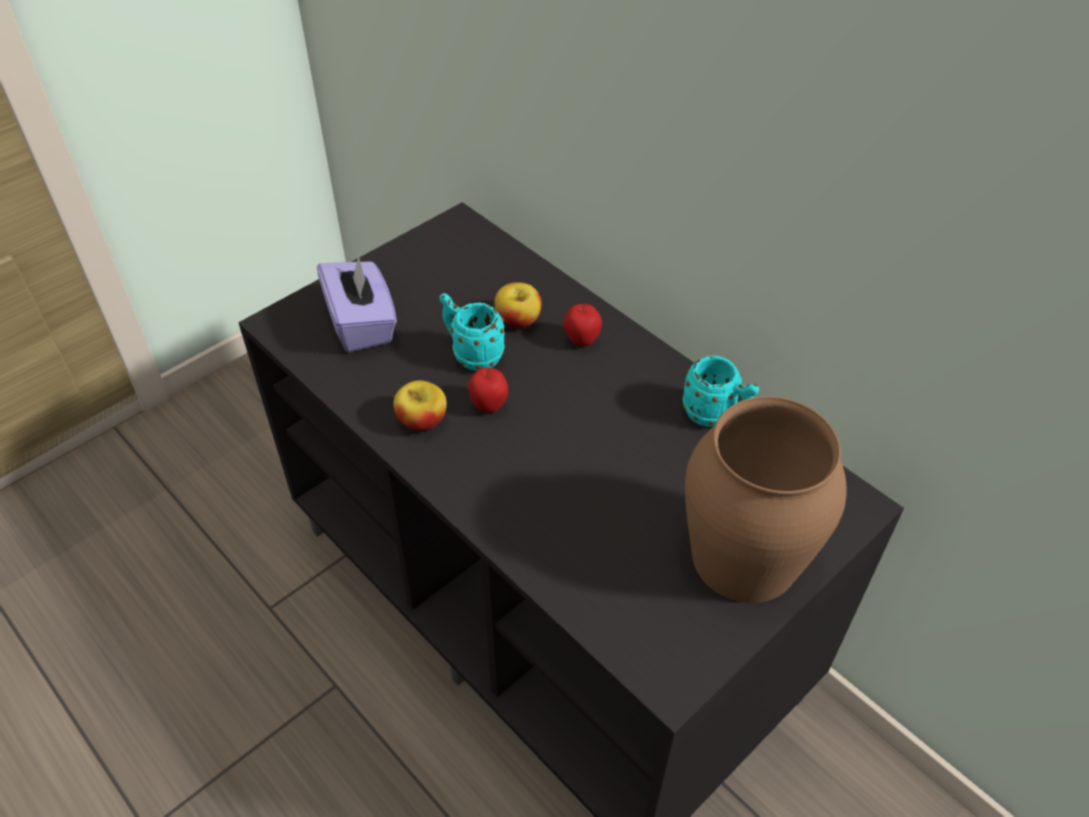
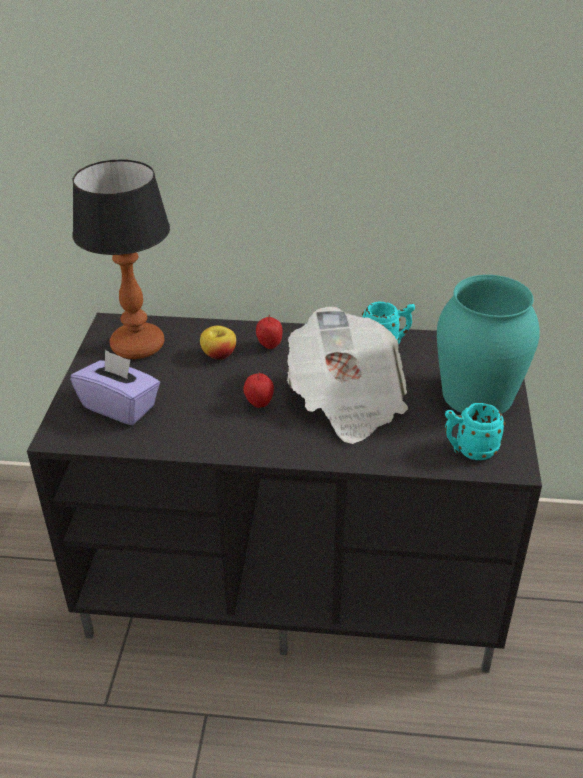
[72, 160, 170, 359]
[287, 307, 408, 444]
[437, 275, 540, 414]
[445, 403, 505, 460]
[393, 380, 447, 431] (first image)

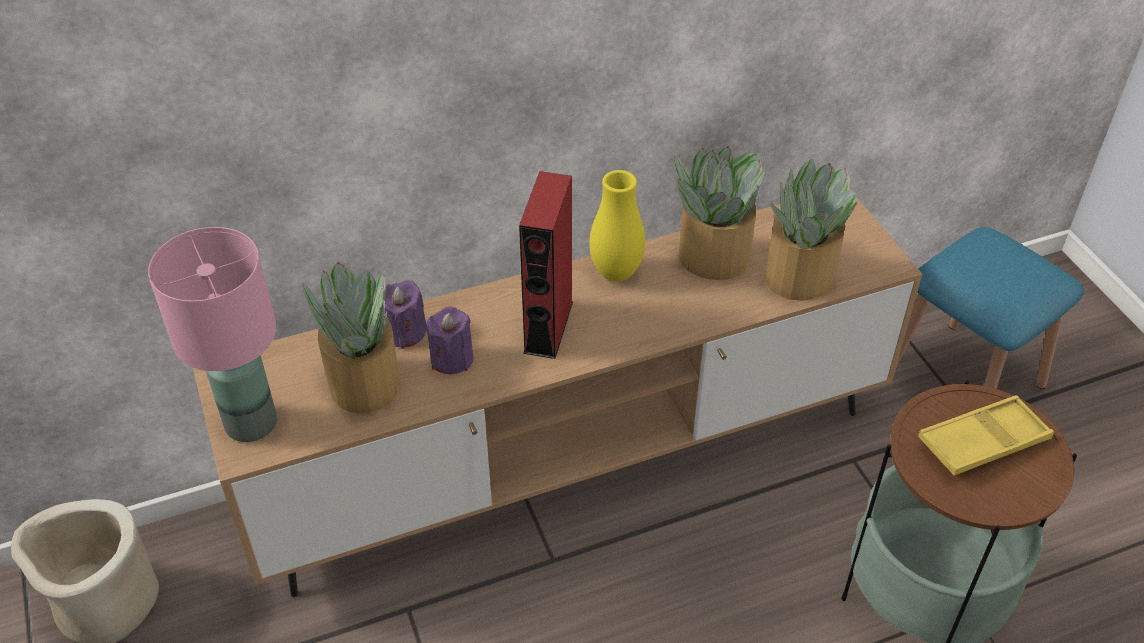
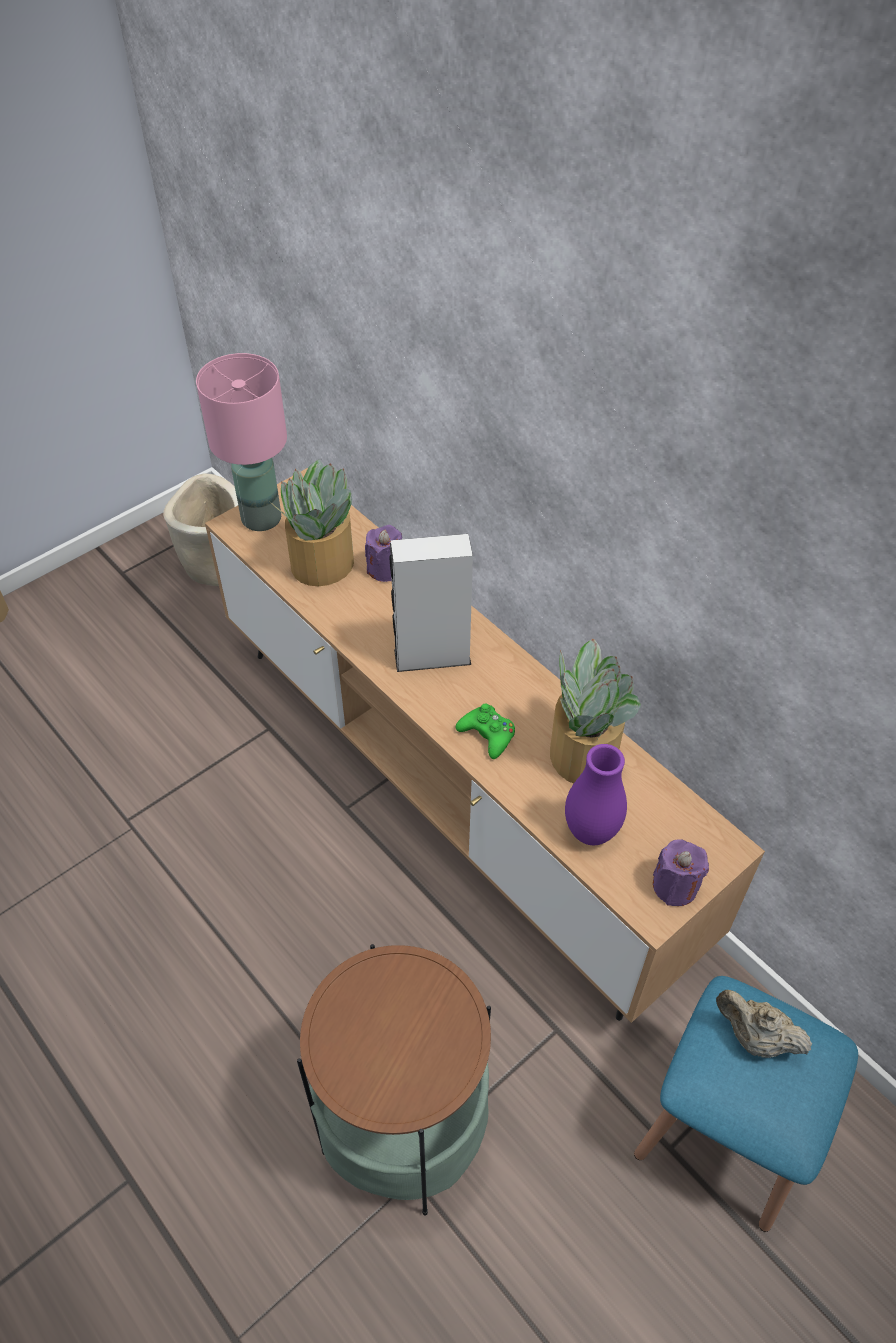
[389, 534, 473, 672]
[456, 704, 515, 759]
[565, 744, 627, 845]
[653, 839, 709, 906]
[716, 990, 812, 1058]
[589, 170, 646, 281] (first image)
[918, 395, 1054, 476] (first image)

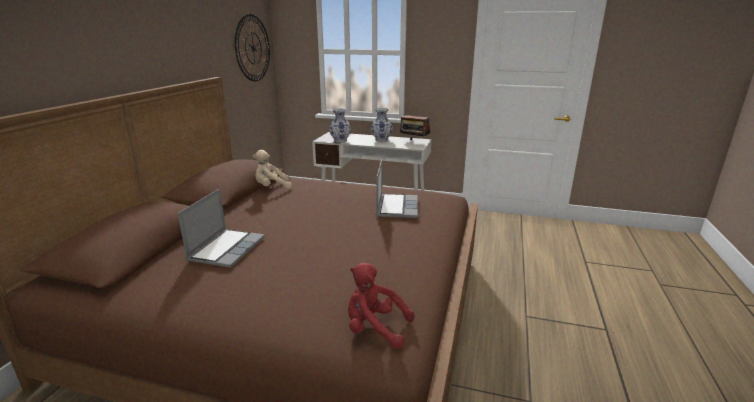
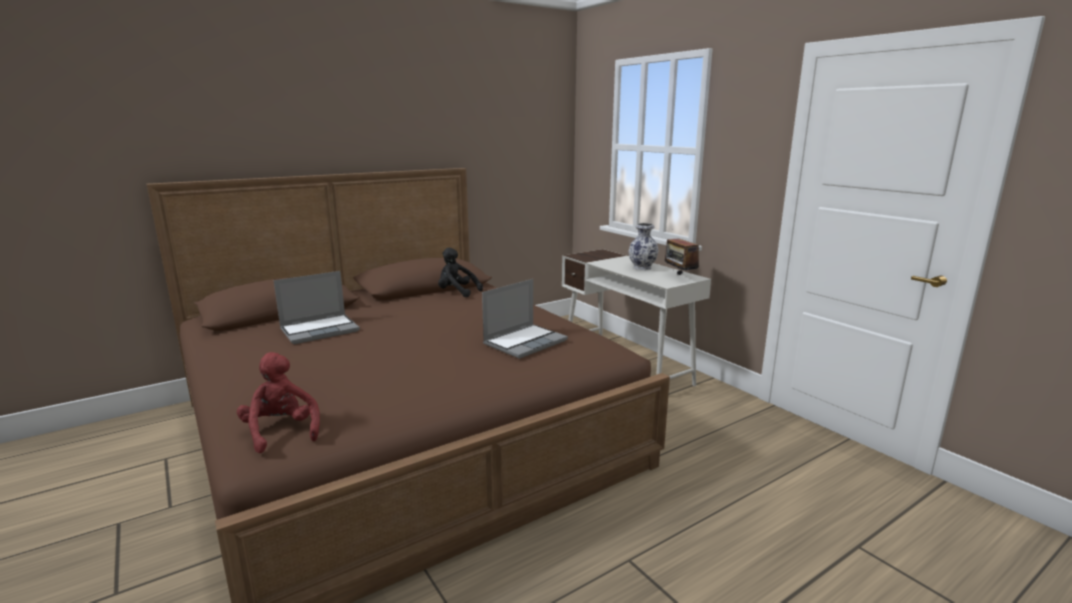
[438, 248, 483, 297]
[235, 14, 270, 81] (first image)
[329, 108, 351, 143] (first image)

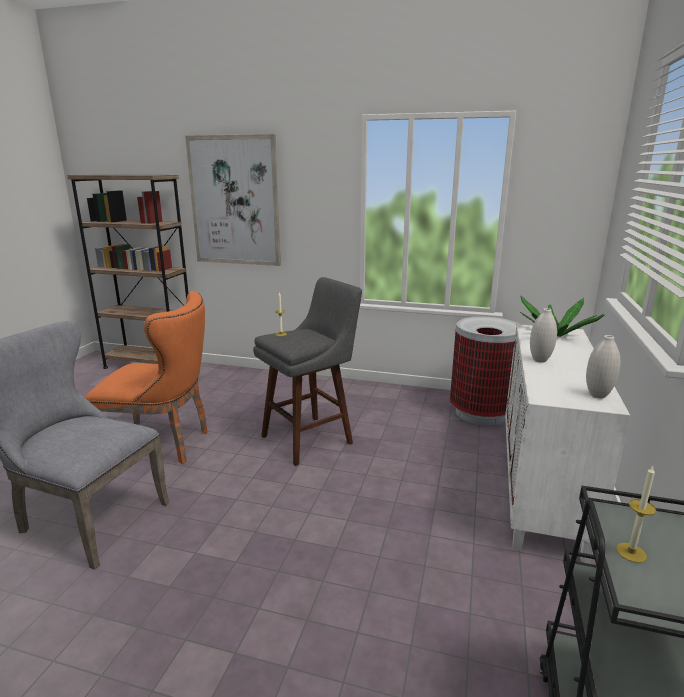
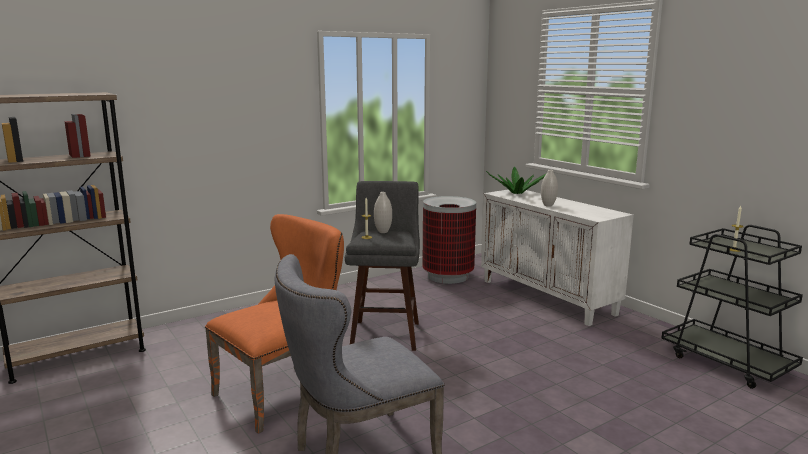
[374, 192, 392, 233]
[185, 134, 281, 266] (first image)

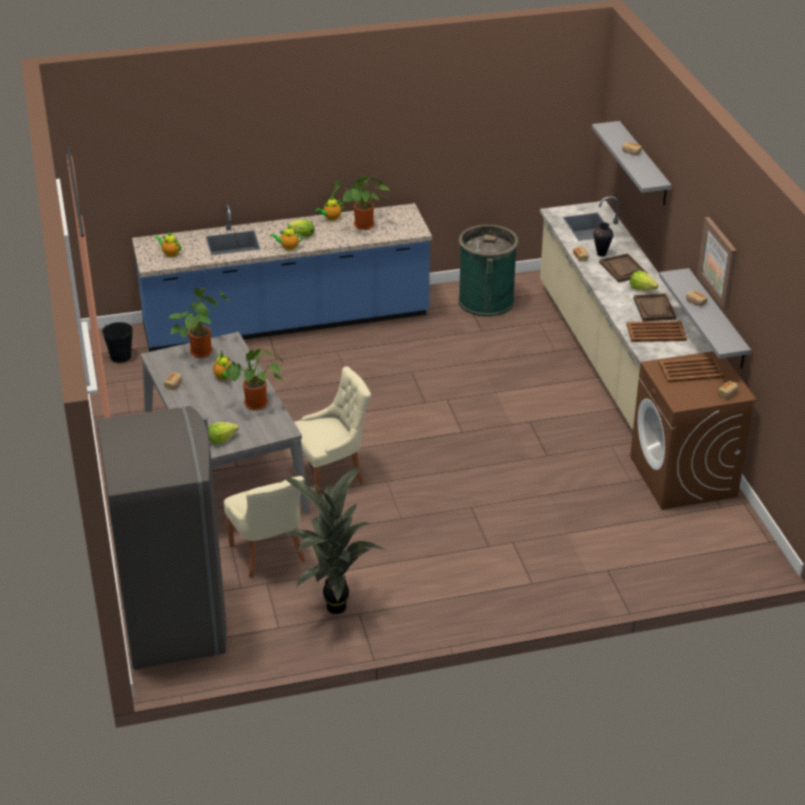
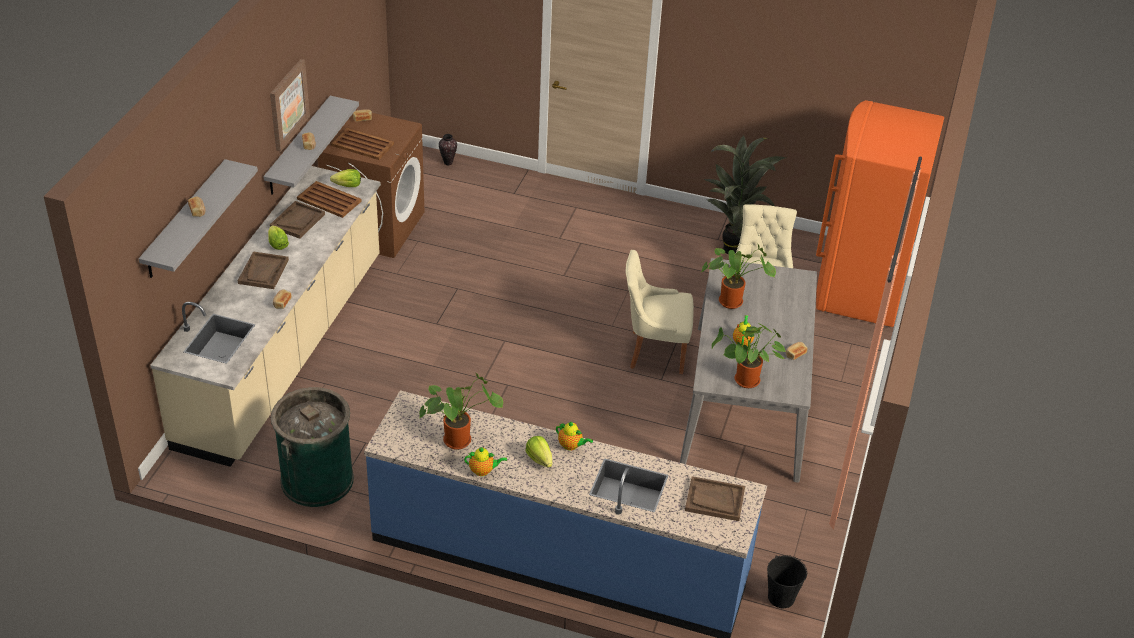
[330, 169, 361, 187]
[439, 134, 457, 165]
[685, 476, 745, 521]
[816, 100, 944, 327]

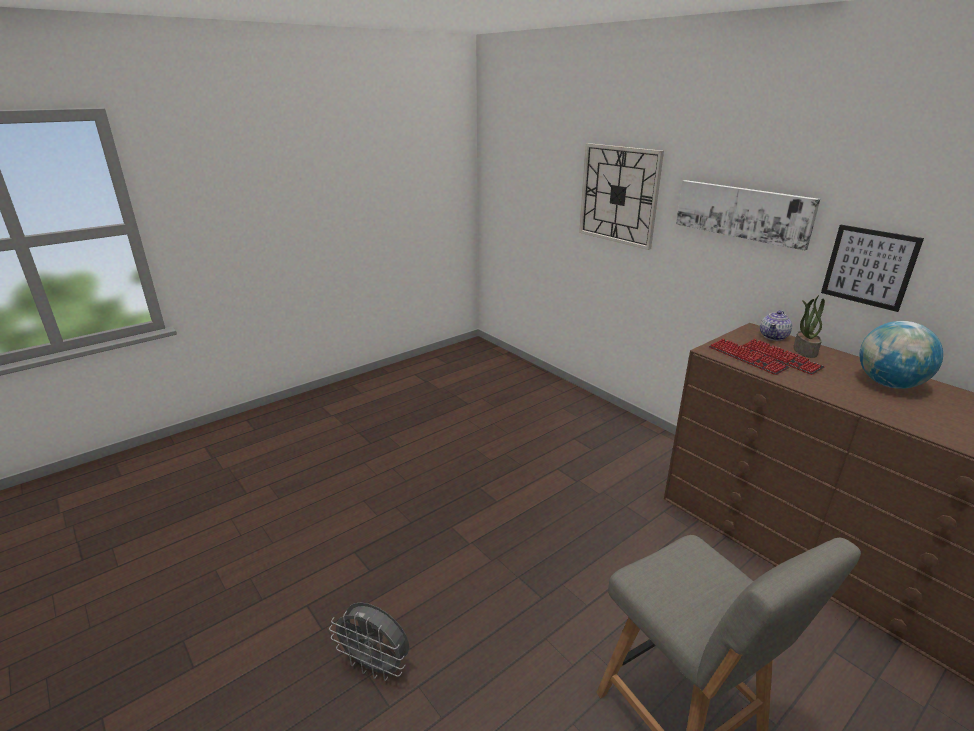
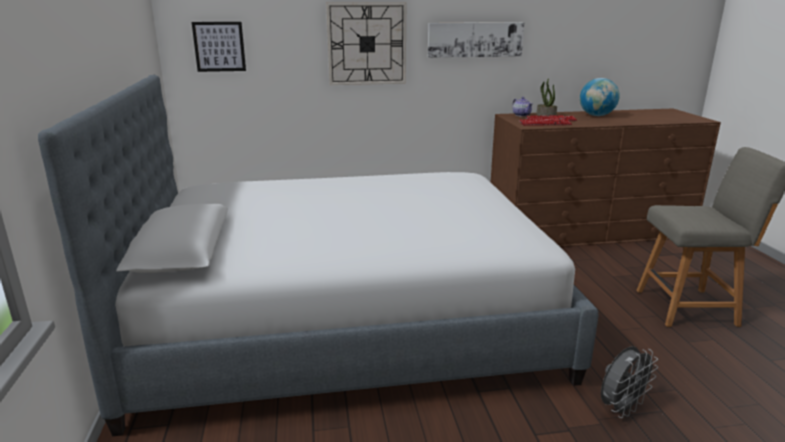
[38, 75, 599, 436]
[192, 22, 246, 72]

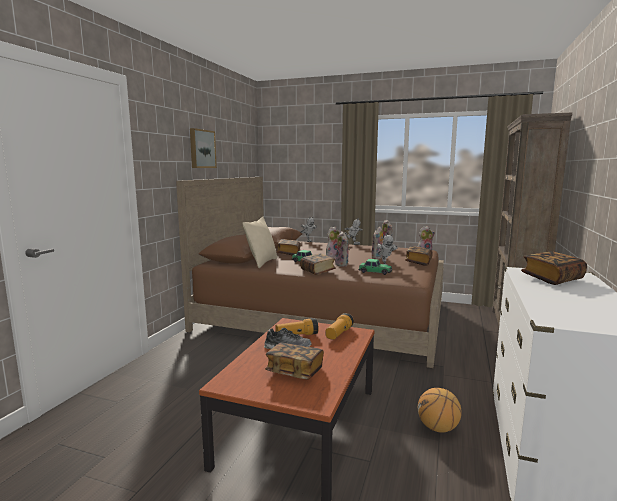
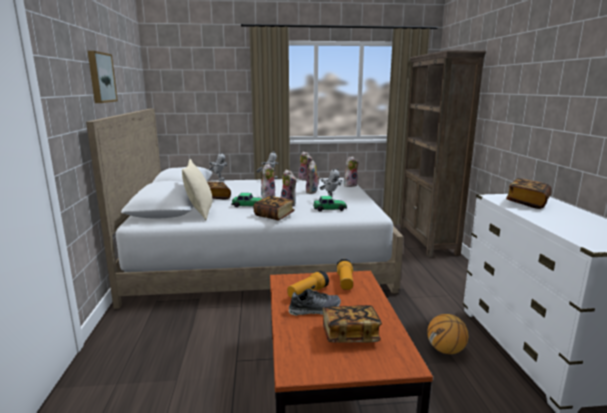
[86, 108, 404, 309]
[405, 246, 433, 266] (first image)

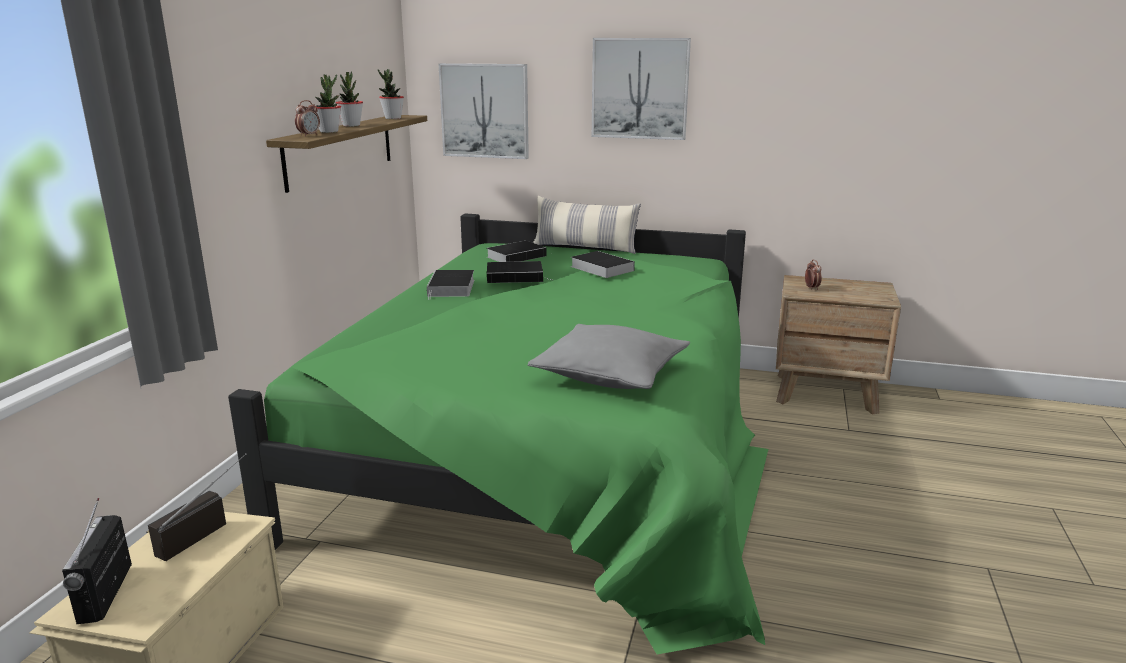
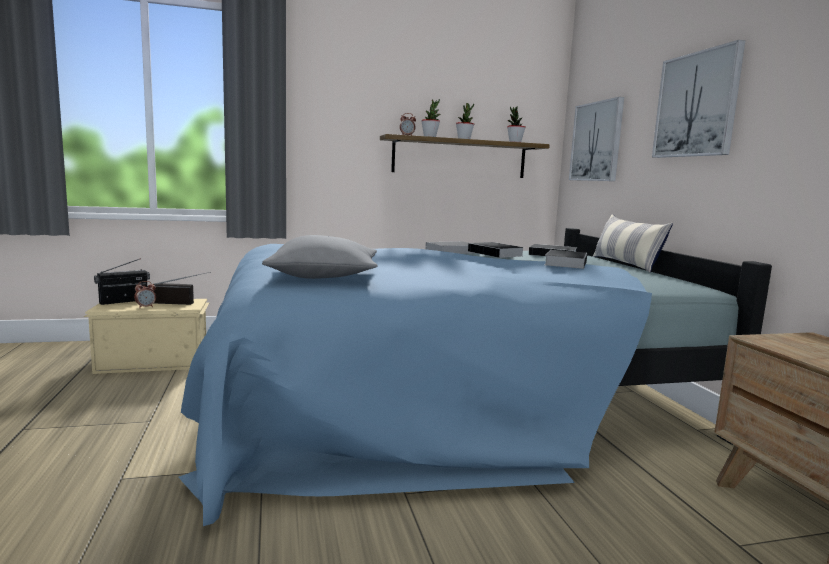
[134, 281, 156, 308]
[178, 228, 772, 526]

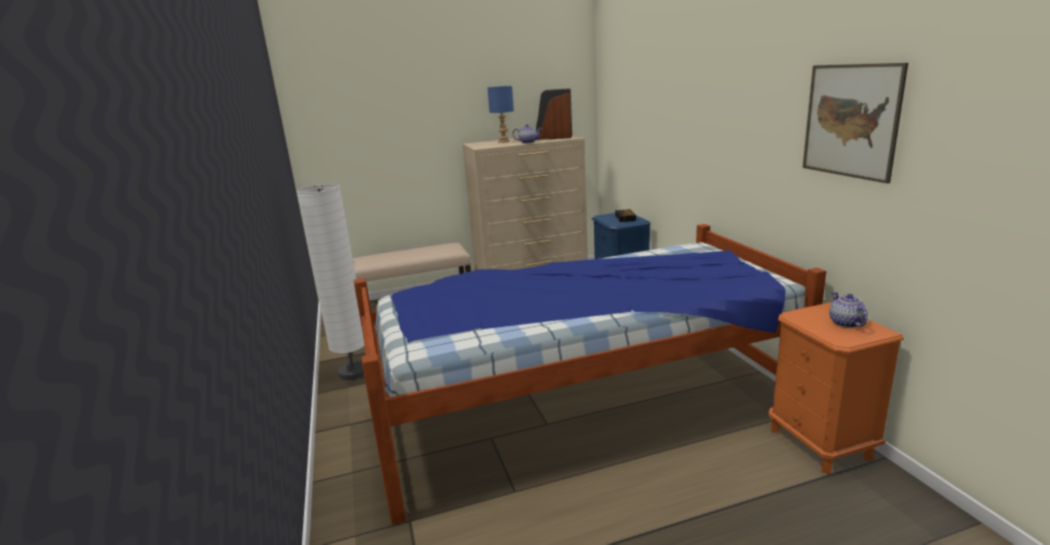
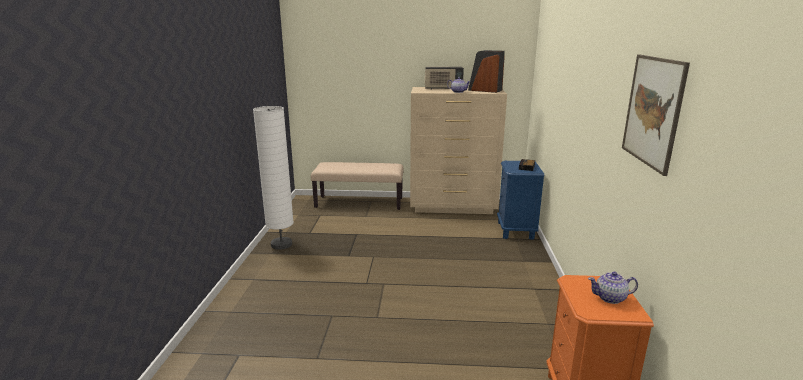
[425, 67, 464, 89]
[588, 272, 638, 304]
[354, 224, 826, 525] (first image)

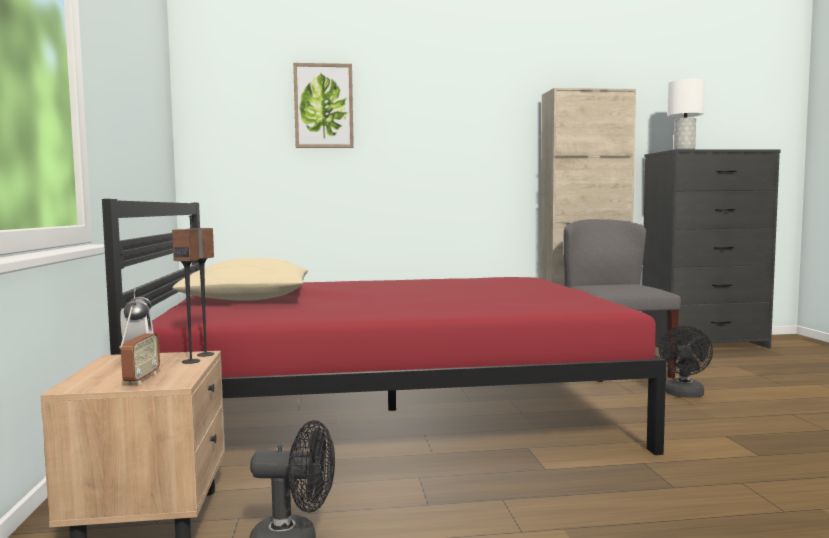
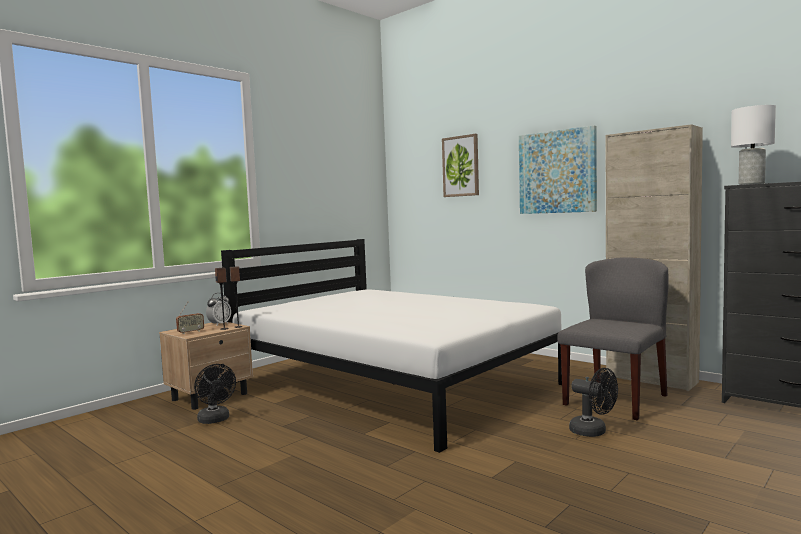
[221, 239, 562, 453]
[519, 126, 597, 214]
[569, 368, 618, 437]
[173, 258, 308, 301] (first image)

